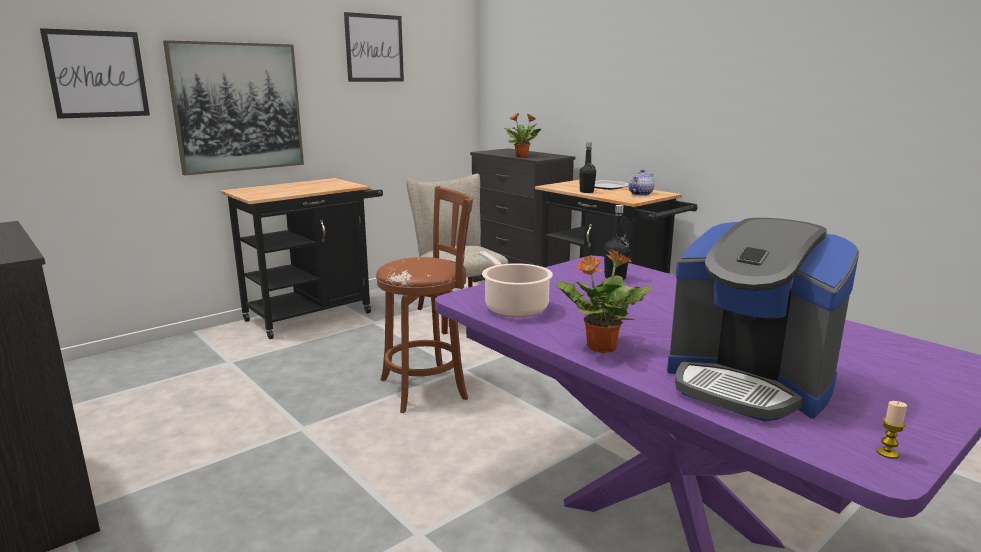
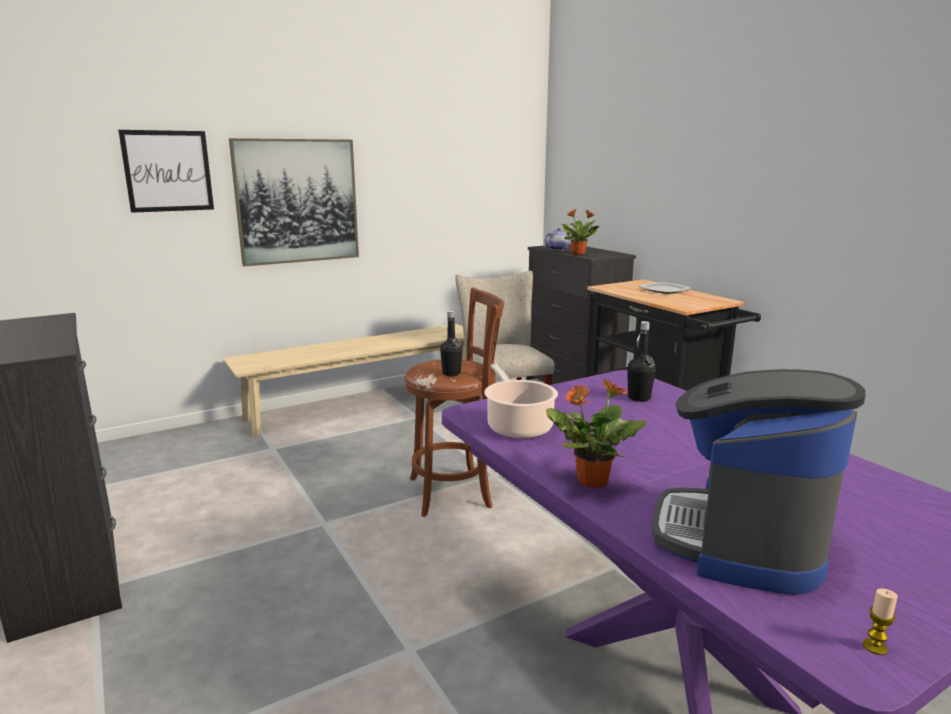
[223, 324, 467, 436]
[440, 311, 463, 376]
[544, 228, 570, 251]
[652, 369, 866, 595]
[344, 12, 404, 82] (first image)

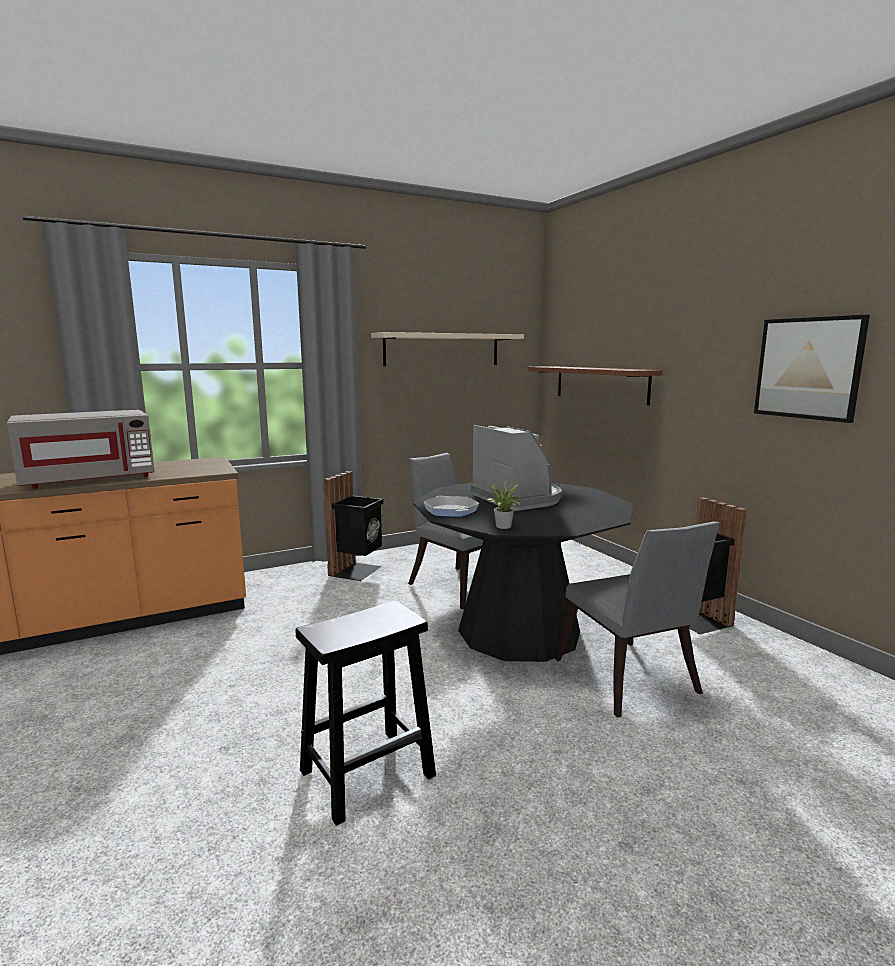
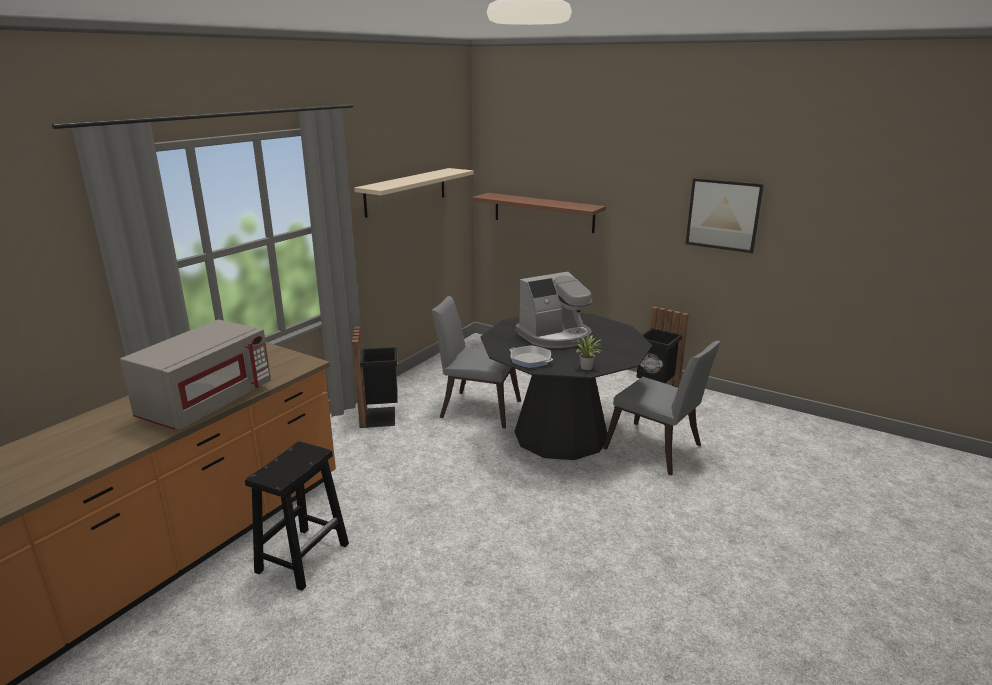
[245, 441, 349, 591]
[516, 272, 592, 348]

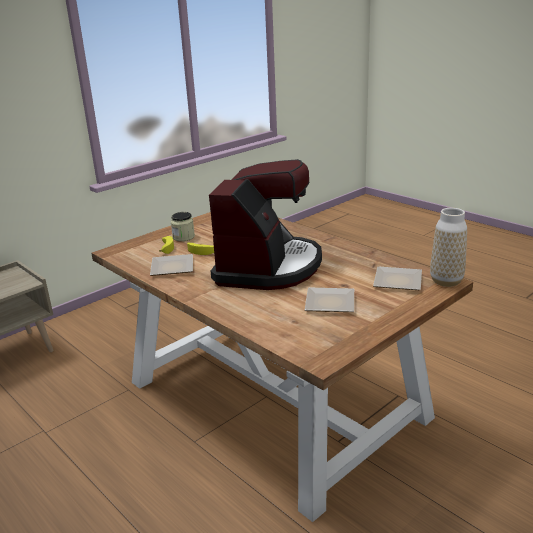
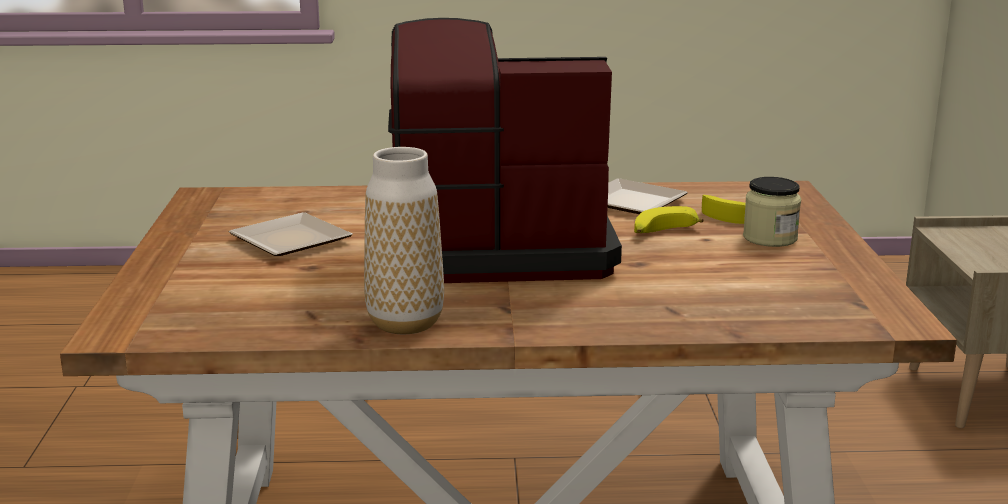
[364, 147, 444, 334]
[388, 18, 622, 283]
[373, 267, 422, 290] (first image)

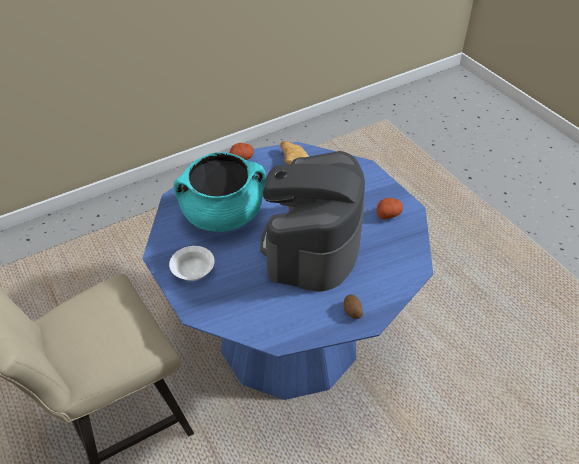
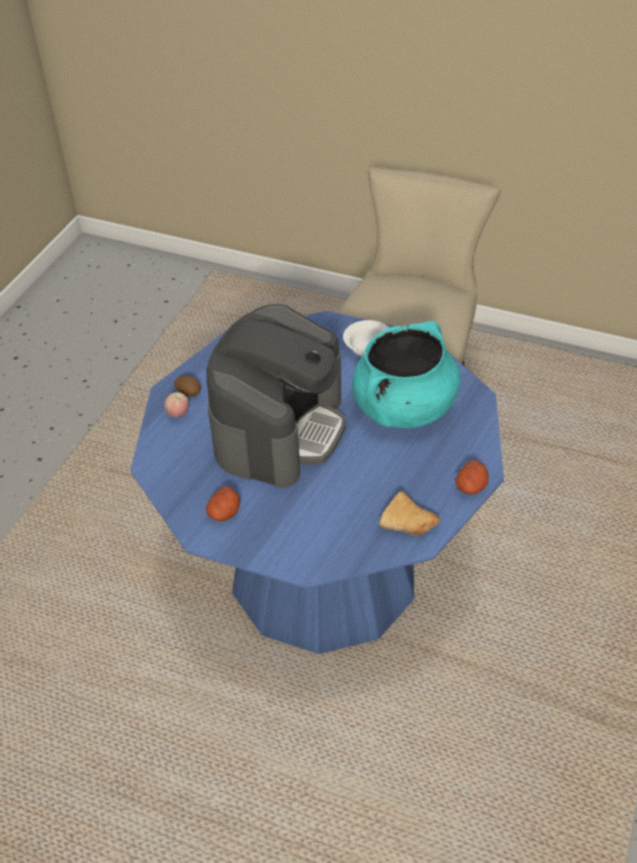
[164, 392, 189, 417]
[207, 304, 346, 488]

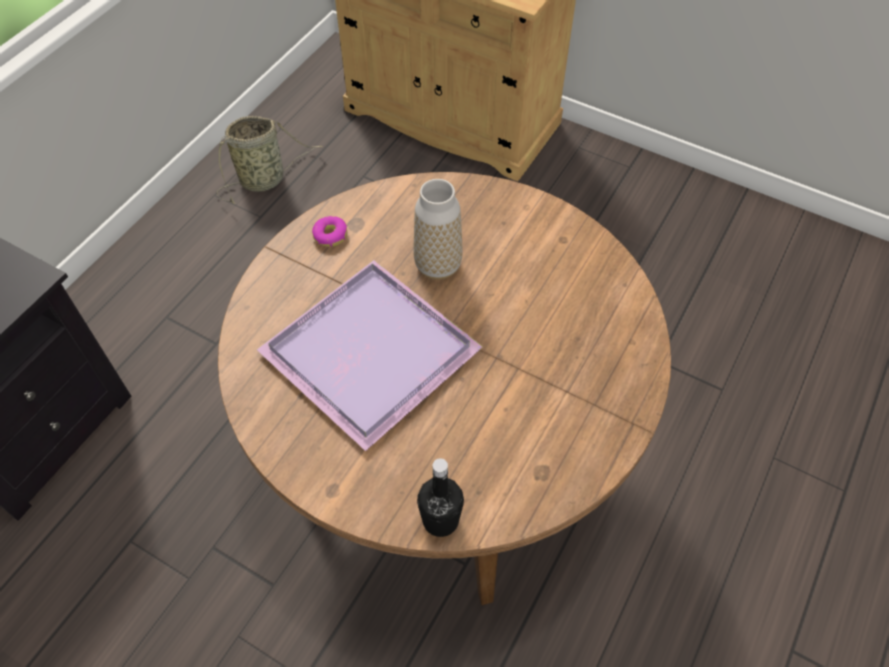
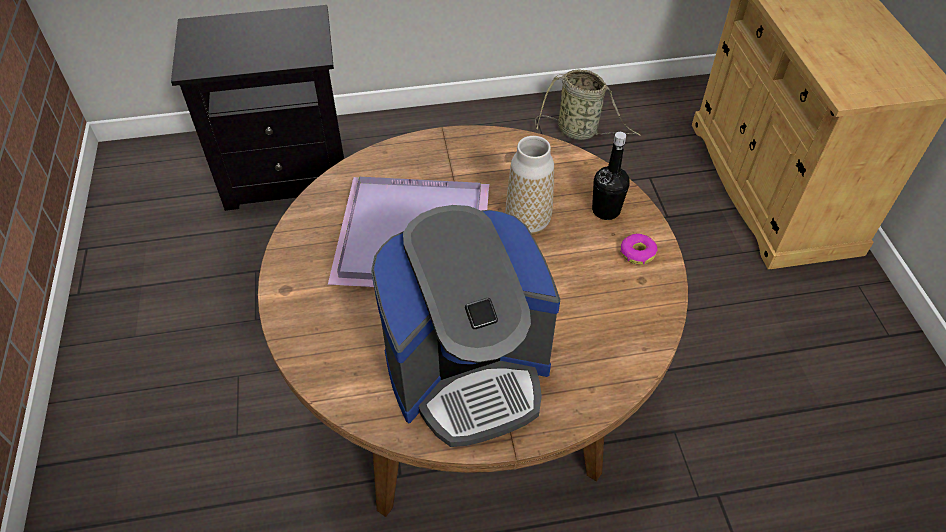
[371, 205, 560, 447]
[592, 132, 630, 220]
[620, 234, 658, 265]

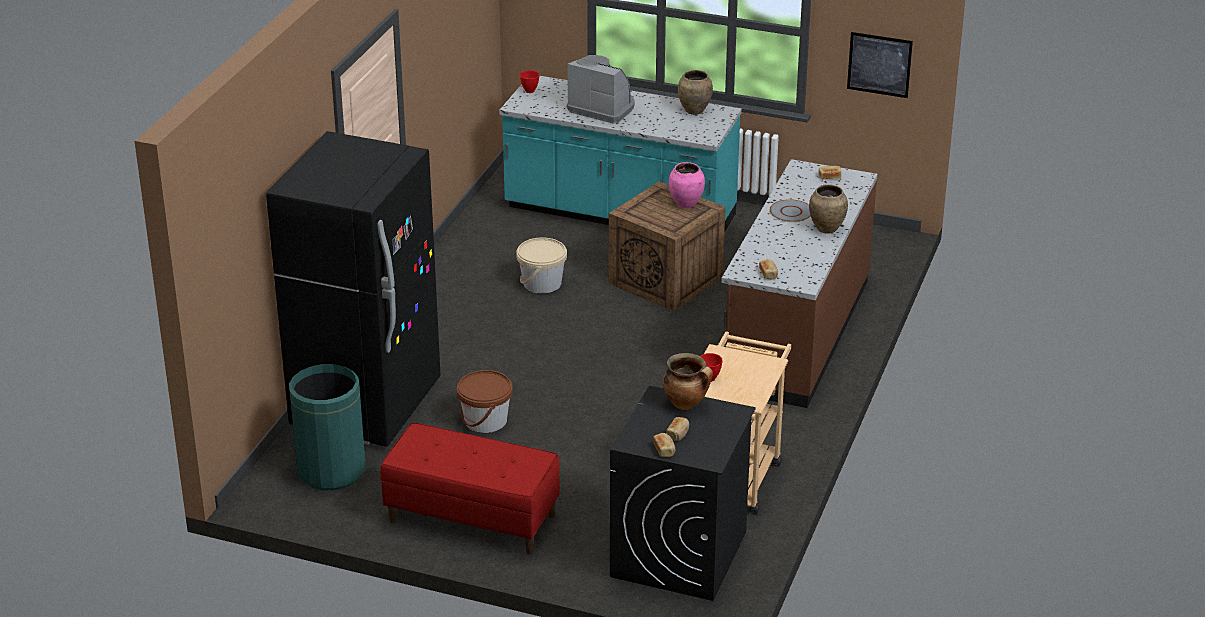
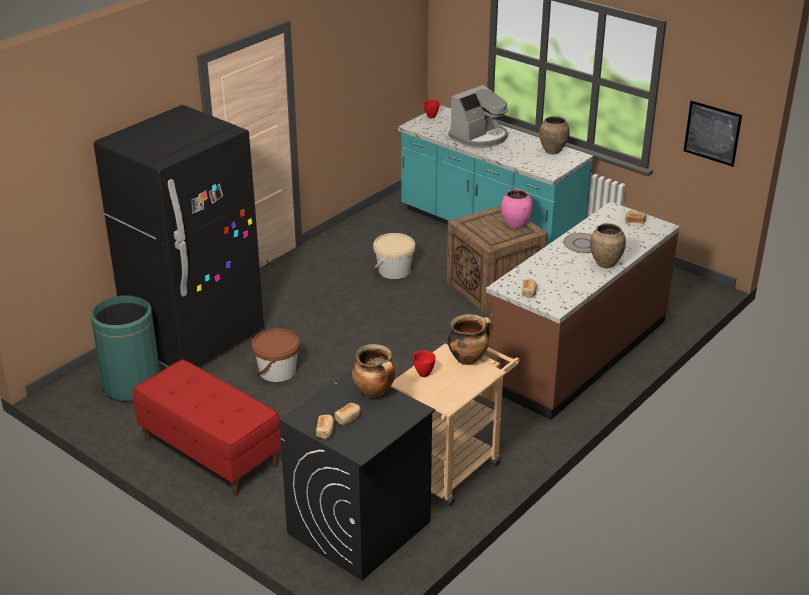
[448, 85, 508, 148]
[448, 314, 493, 365]

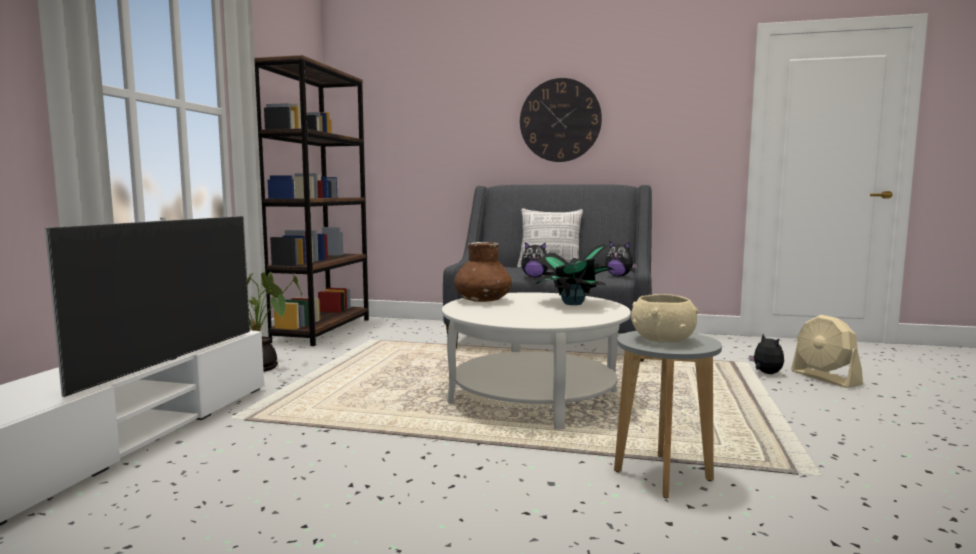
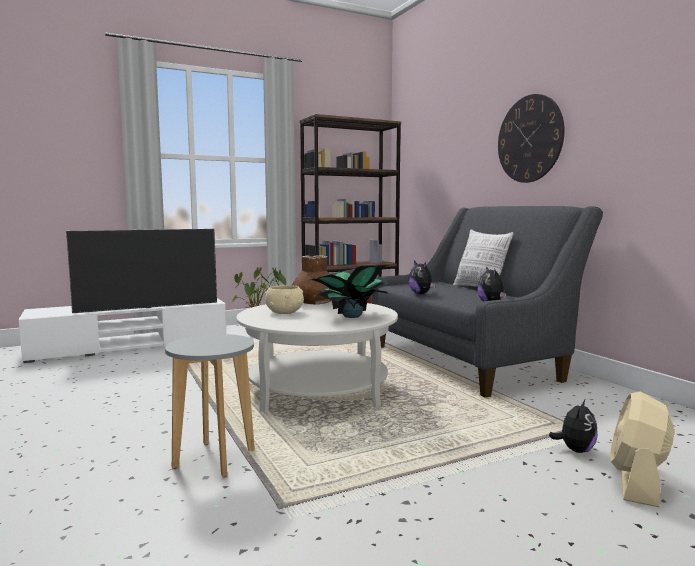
[264, 285, 304, 314]

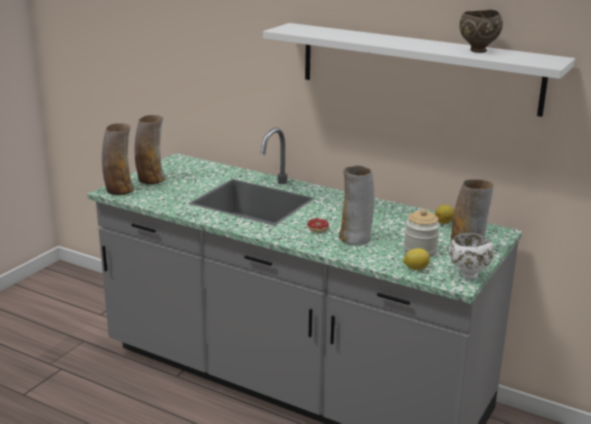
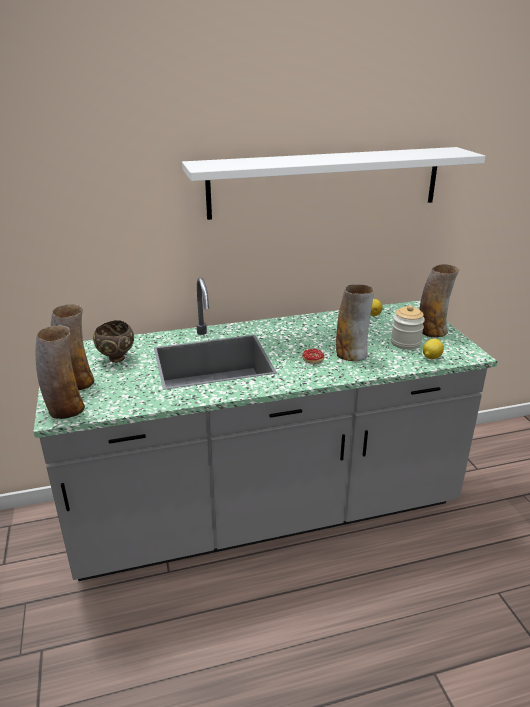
[93, 320, 134, 363]
[449, 233, 494, 279] (first image)

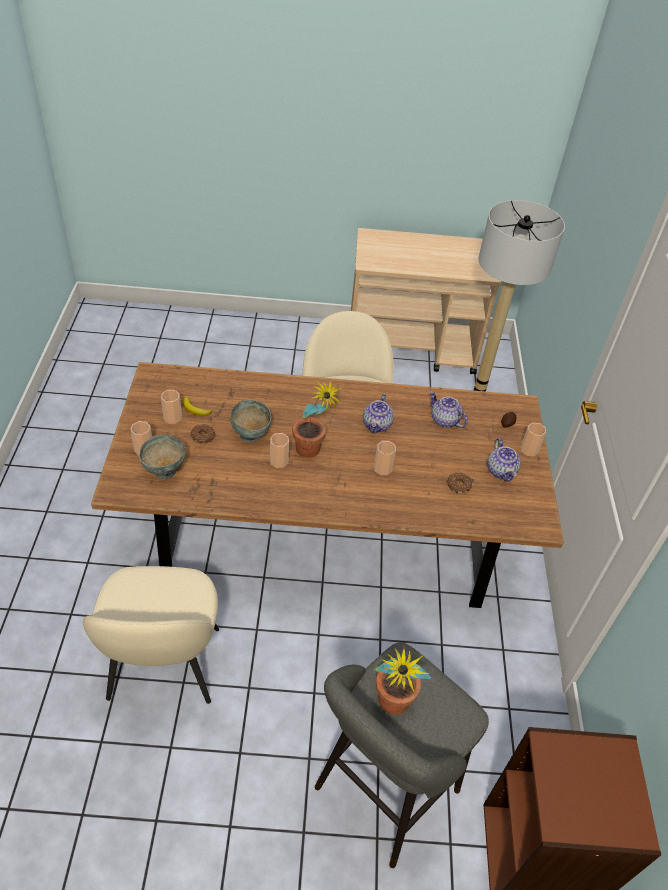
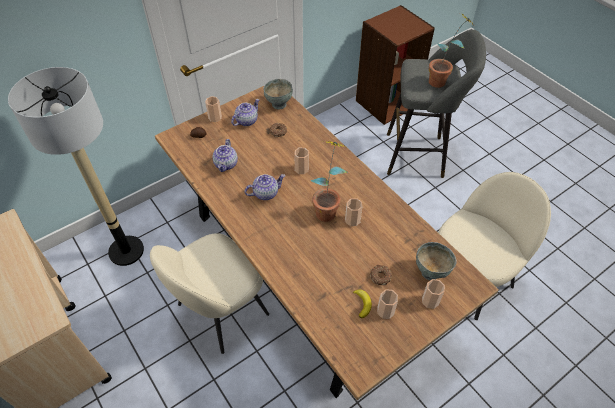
[264, 79, 293, 109]

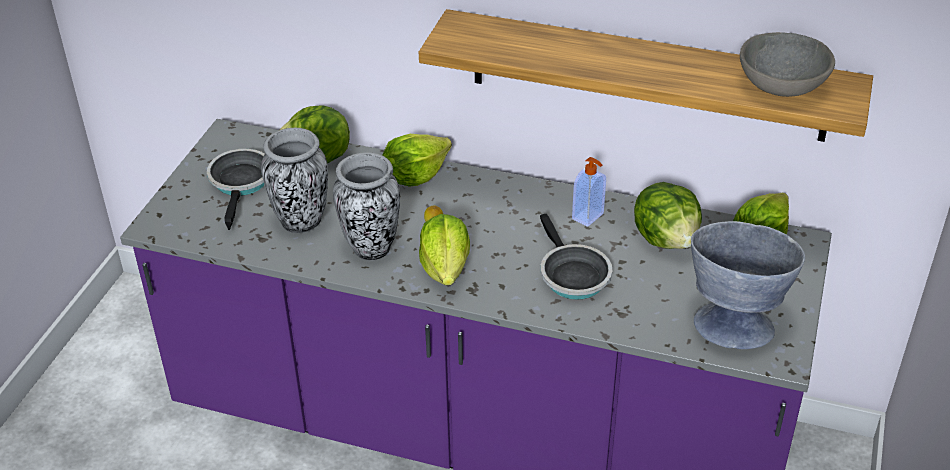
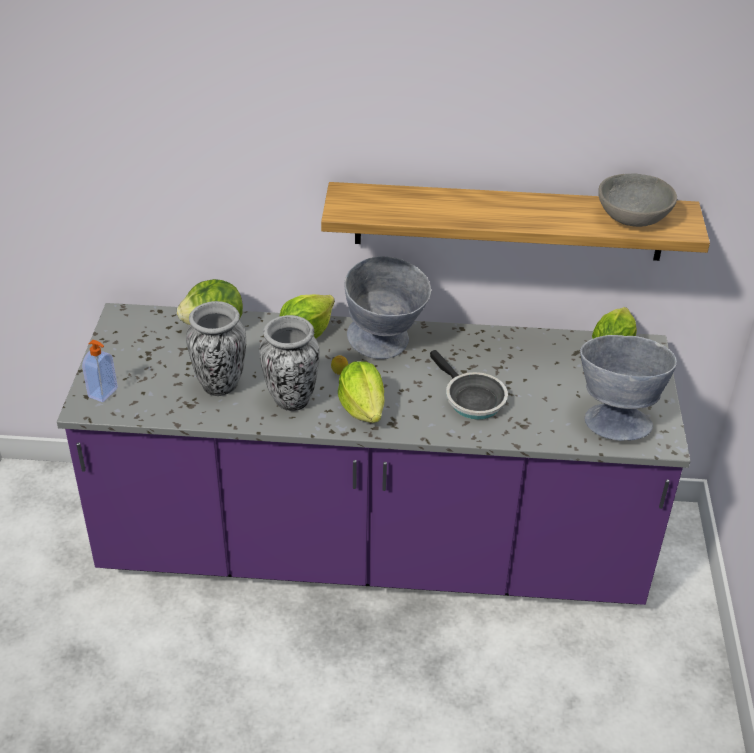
[82, 340, 118, 402]
[345, 256, 431, 359]
[207, 149, 265, 230] (first image)
[634, 182, 702, 249] (first image)

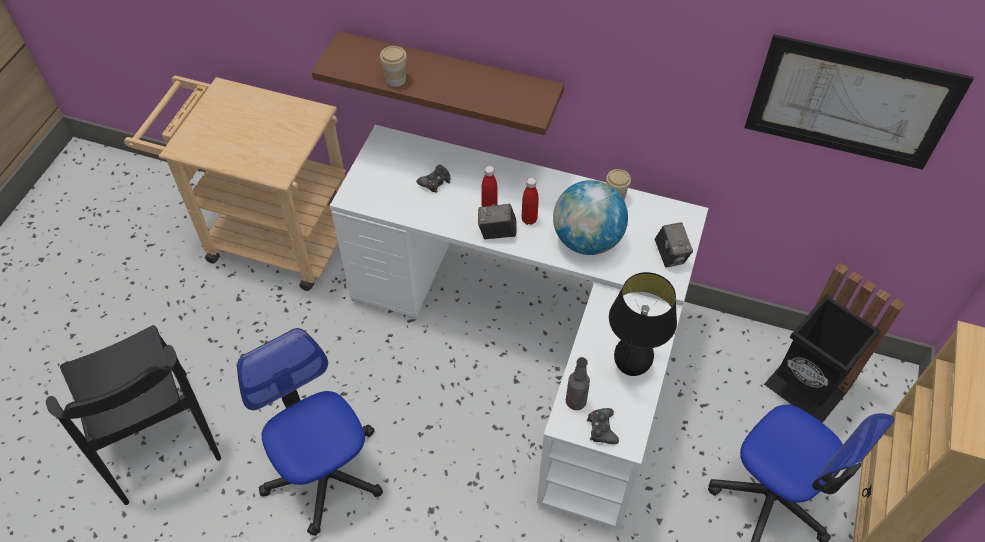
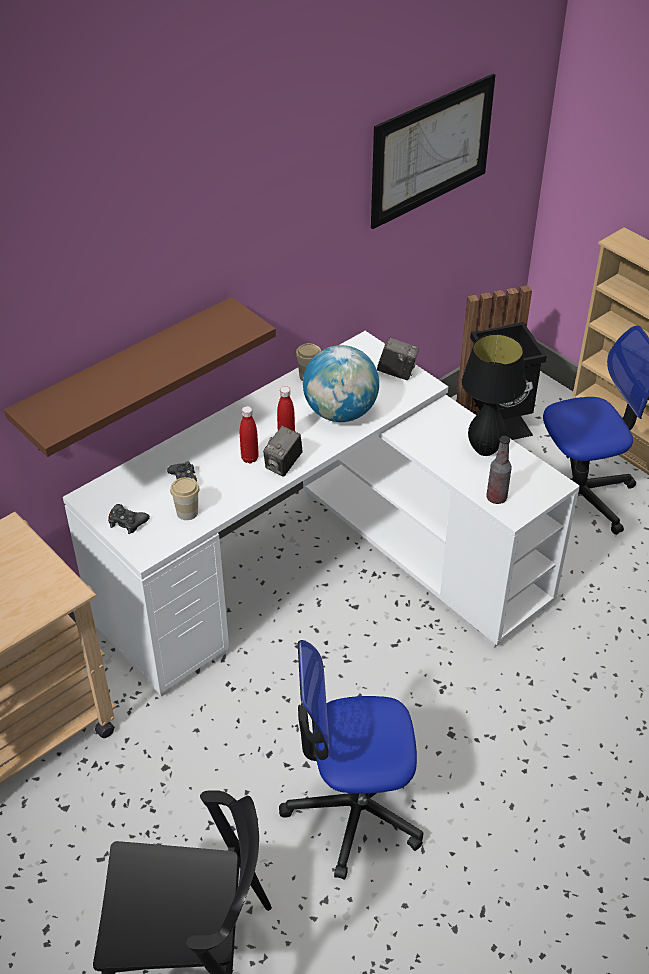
[108, 504, 150, 534]
[170, 477, 200, 520]

